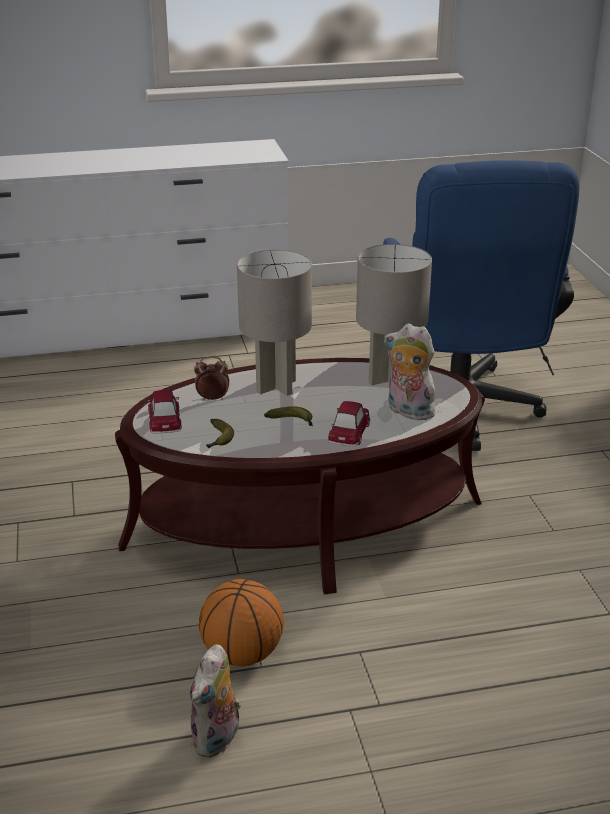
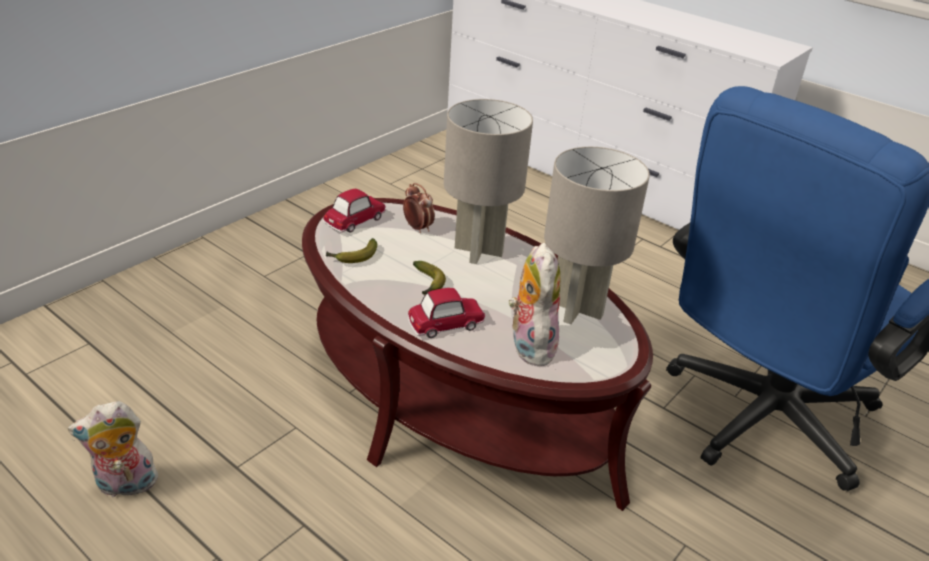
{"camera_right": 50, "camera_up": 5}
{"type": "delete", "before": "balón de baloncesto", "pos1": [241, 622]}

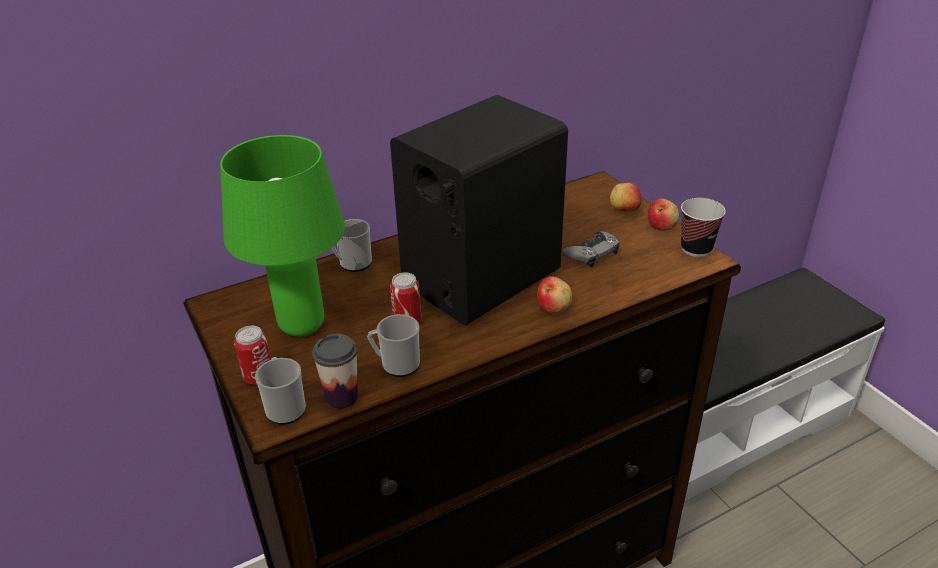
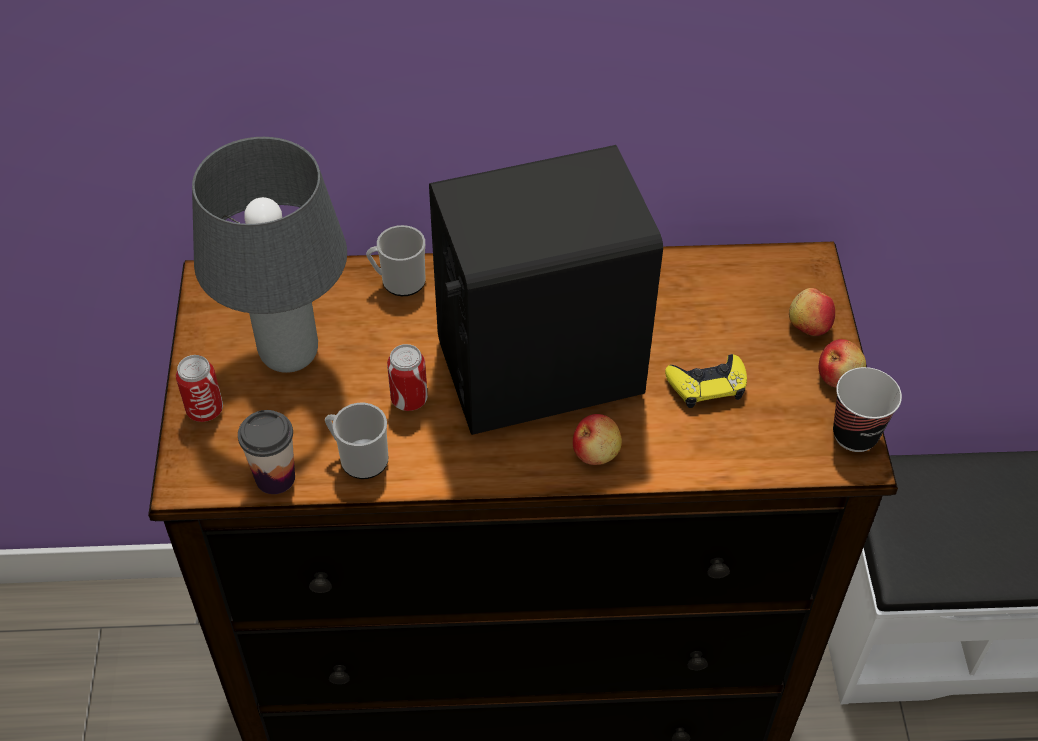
{"camera_right": 25, "camera_up": 15}
{"type": "recolor", "before": "lámpara de mesa (verde)", "after": "lámpara de mesa (gris)", "pos1": [282, 236], "pos2": [269, 255]}
{"type": "recolor", "before": "mando de consola (gris)", "after": "mando de consola (amarillo)", "pos1": [591, 249], "pos2": [706, 381]}
{"type": "delete", "before": "taza grande", "pos1": [280, 391]}

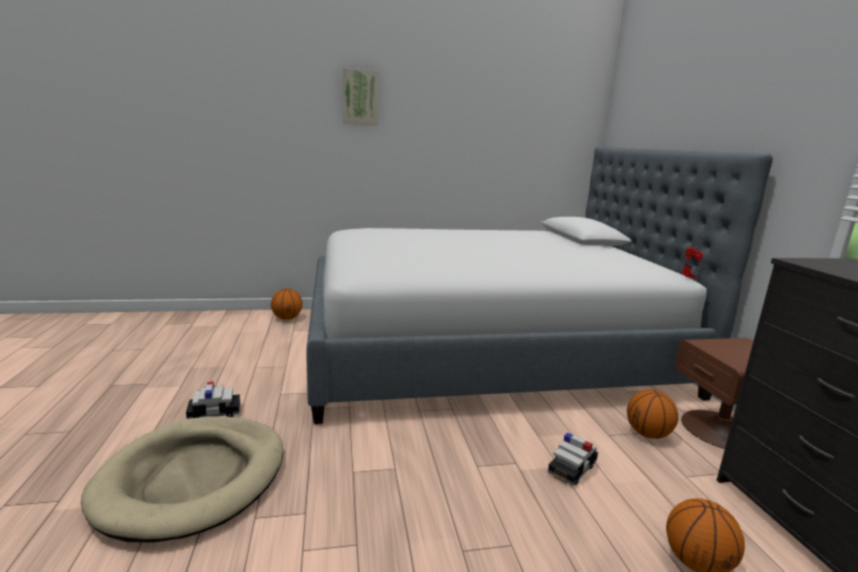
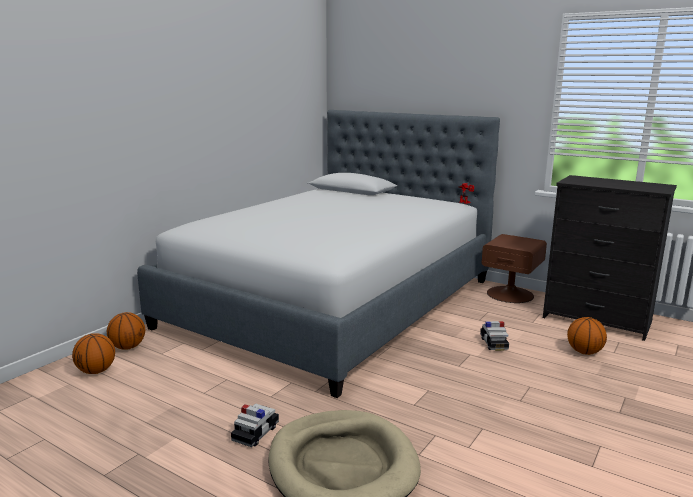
{"camera_right": -45, "camera_up": 0}
{"type": "delete", "before": "cuadro", "pos1": [361, 97]}
{"type": "move", "before": "balón de baloncesto", "pos1": [652, 414], "pos2": [93, 353]}

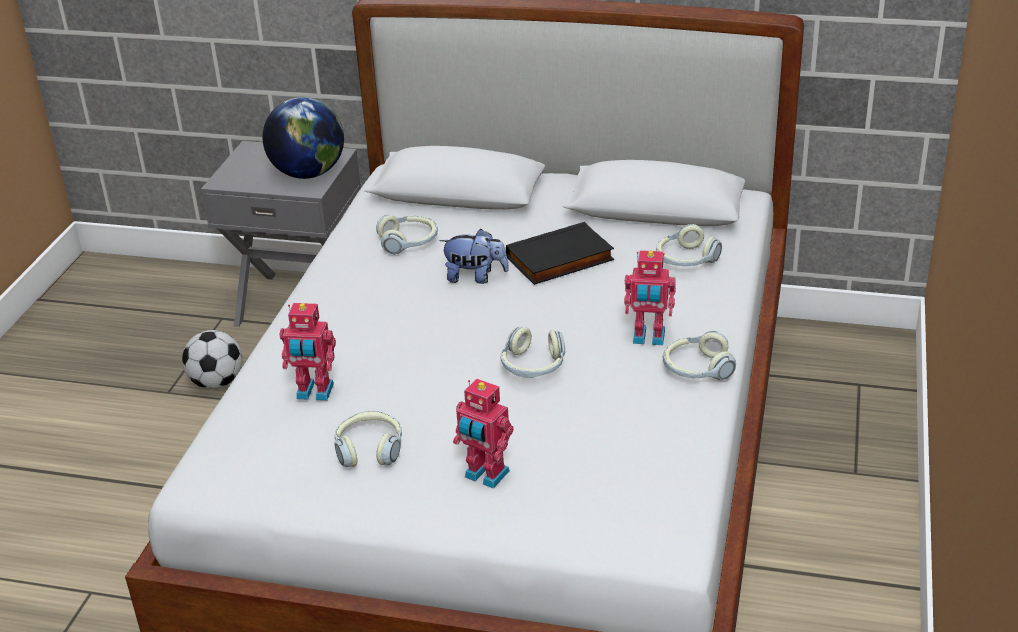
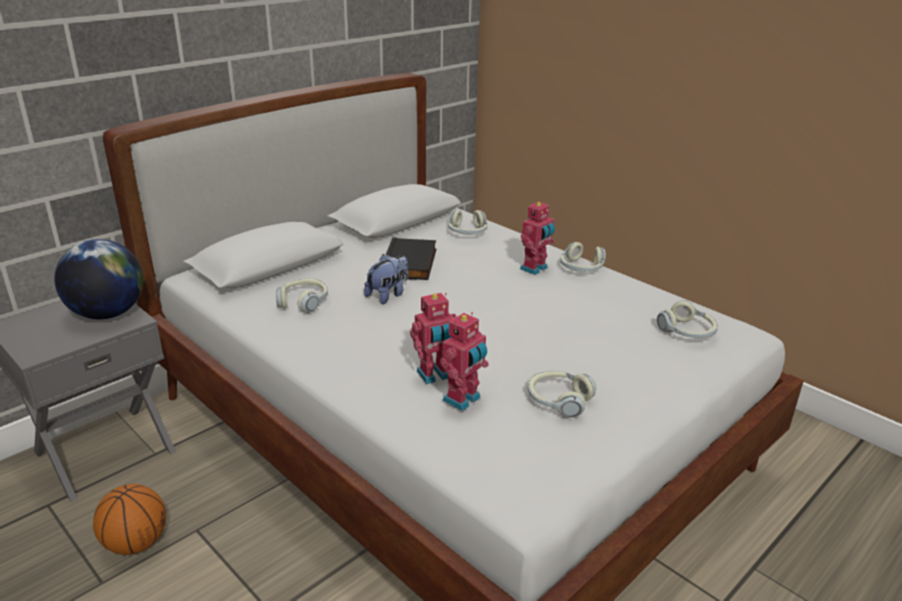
{"camera_right": -60, "camera_up": -5}
{"type": "move", "before": "auriculares", "pos1": [533, 352], "pos2": [687, 319]}
{"type": "replace", "before": "balón de fútbol", "after": "balón de baloncesto", "pos1": [212, 359], "pos2": [129, 519]}
{"type": "move", "before": "robot de juguete", "pos1": [483, 433], "pos2": [433, 338]}

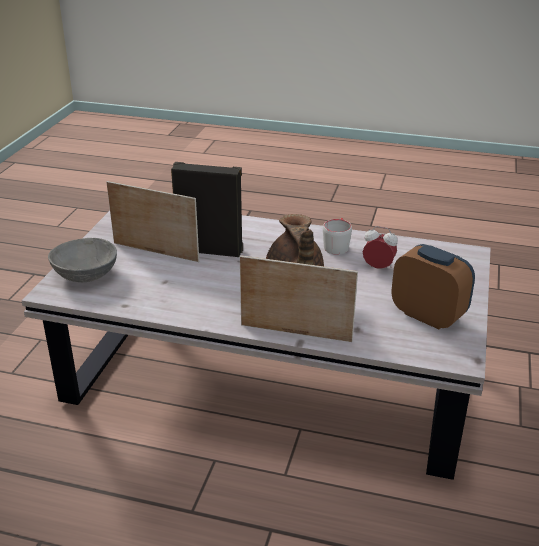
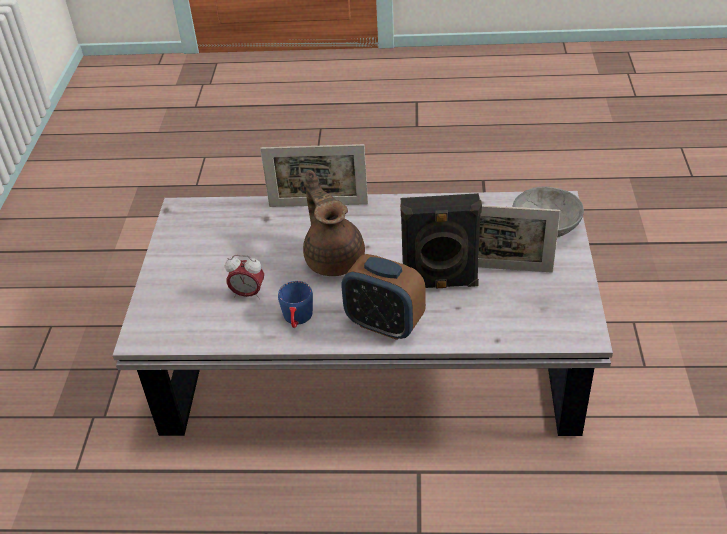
{"camera_right": 170, "camera_up": 10}
{"type": "recolor", "before": "taza grande (gris)", "after": "taza grande (azul)", "pos1": [337, 236], "pos2": [295, 304]}
{"type": "move", "before": "despertador", "pos1": [433, 286], "pos2": [383, 297]}

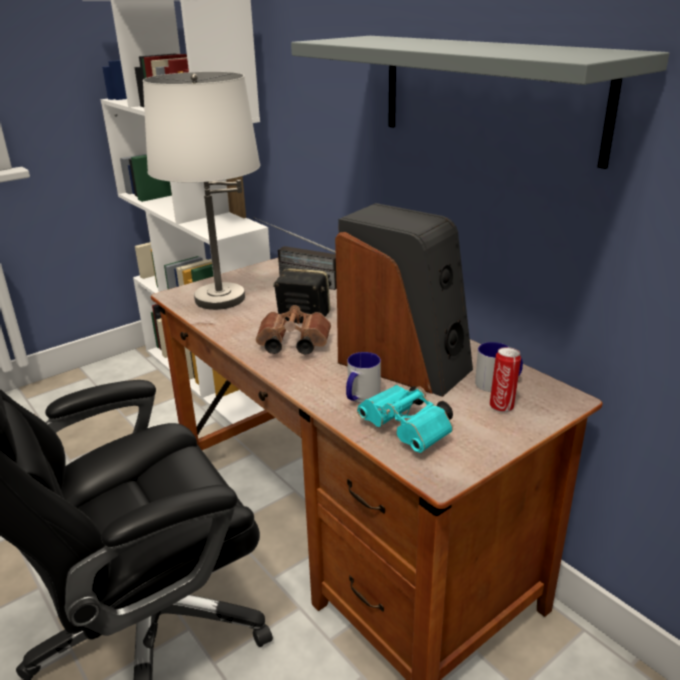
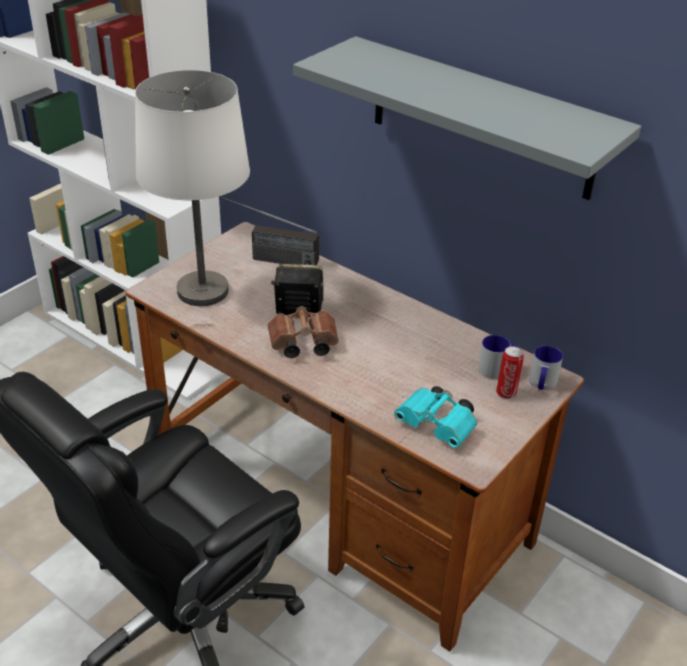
{"camera_right": -15, "camera_up": 10}
{"type": "delete", "before": "altavoz", "pos1": [404, 300]}
{"type": "move", "before": "taza grande", "pos1": [363, 377], "pos2": [546, 367]}

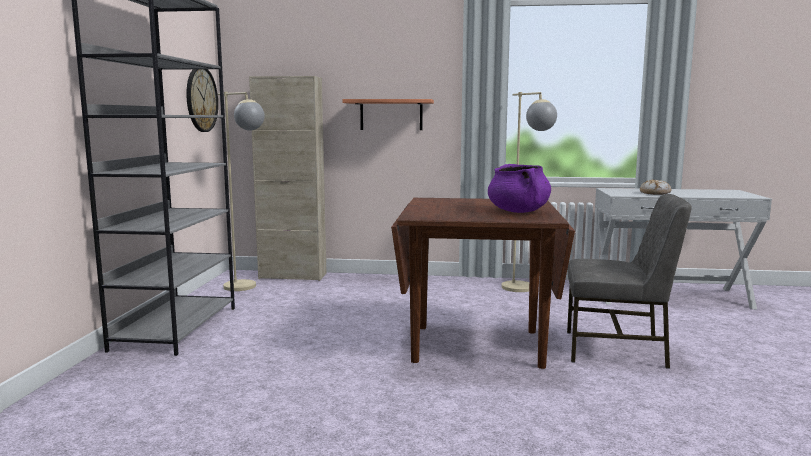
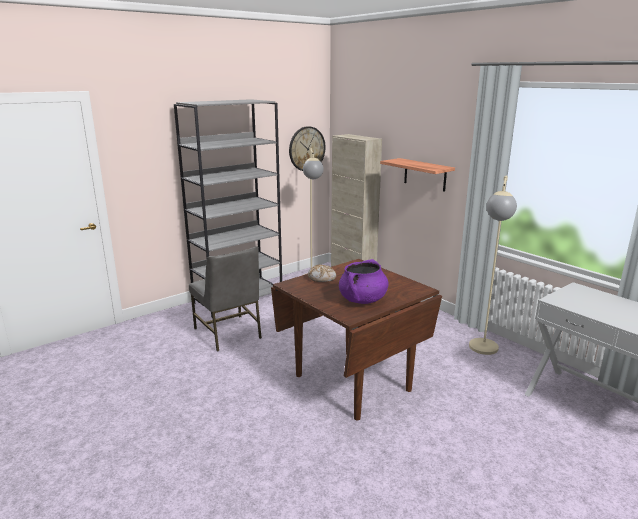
{"camera_right": 45, "camera_up": 10}
{"type": "move", "before": "pan", "pos1": [655, 187], "pos2": [322, 273]}
{"type": "move", "before": "silla (gris)", "pos1": [629, 281], "pos2": [225, 299]}

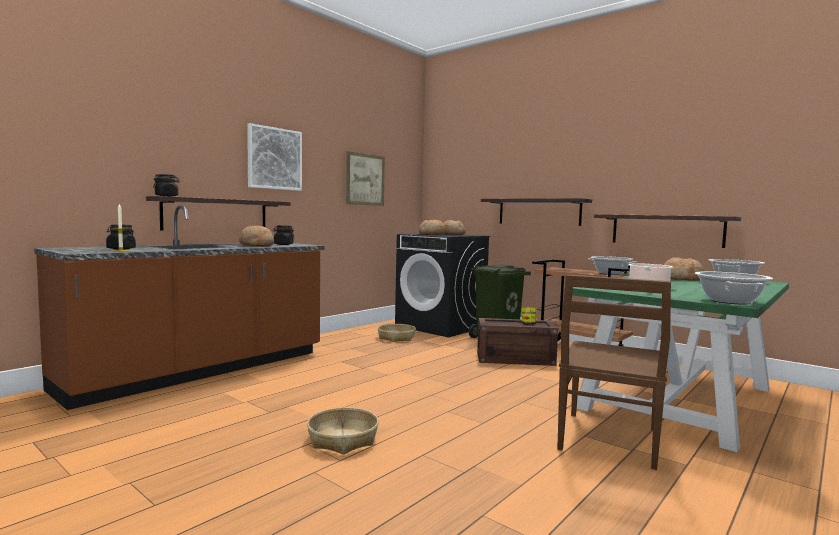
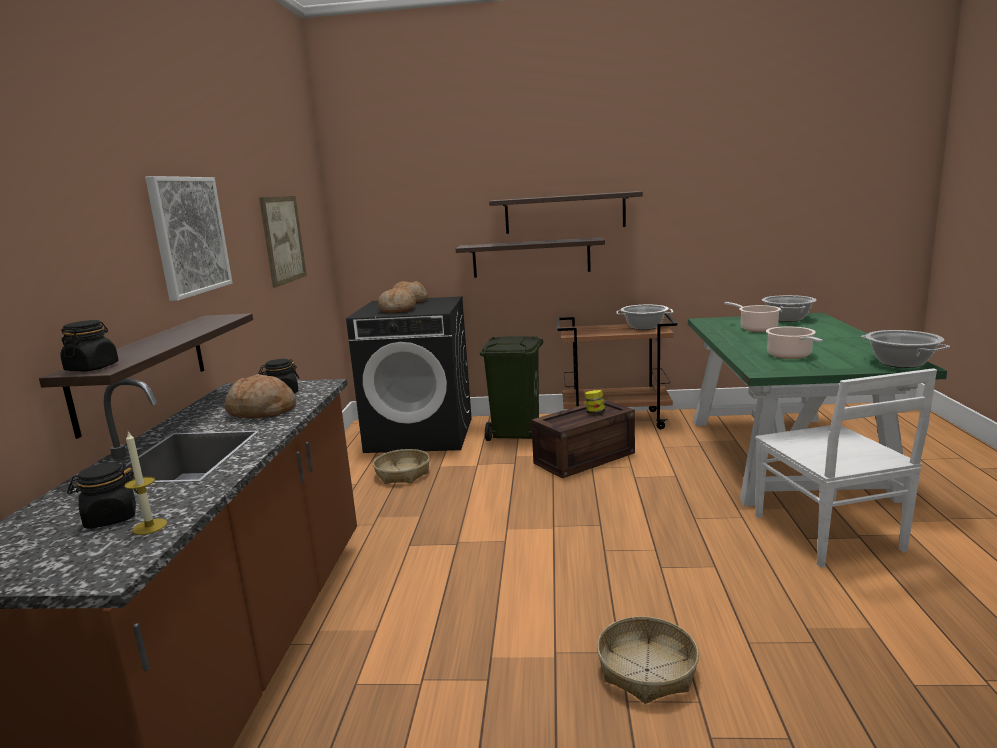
{"camera_right": -35, "camera_up": 10}
{"type": "move", "before": "estante", "pos1": [667, 231], "pos2": [566, 212]}
{"type": "replace", "before": "pan", "after": "olla", "pos1": [684, 269], "pos2": [752, 317]}
{"type": "recolor", "before": "silla (marrón)", "after": "silla (blanco)", "pos1": [614, 372], "pos2": [846, 468]}

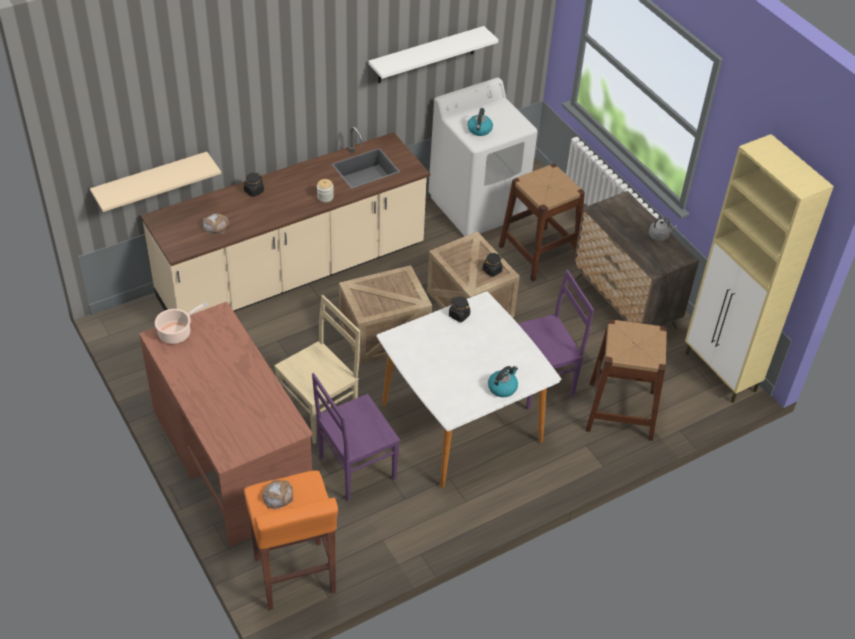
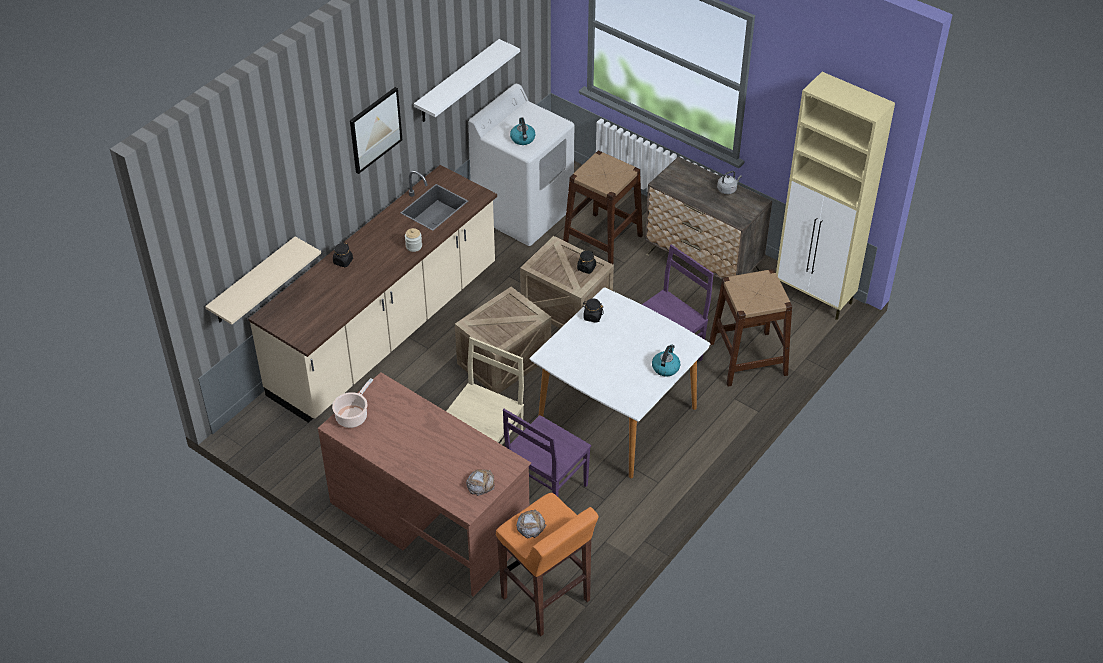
{"camera_right": -20, "camera_up": 0}
{"type": "move", "before": "pan", "pos1": [216, 223], "pos2": [480, 482]}
{"type": "insert", "after": "cuadro", "pos2": [376, 130]}

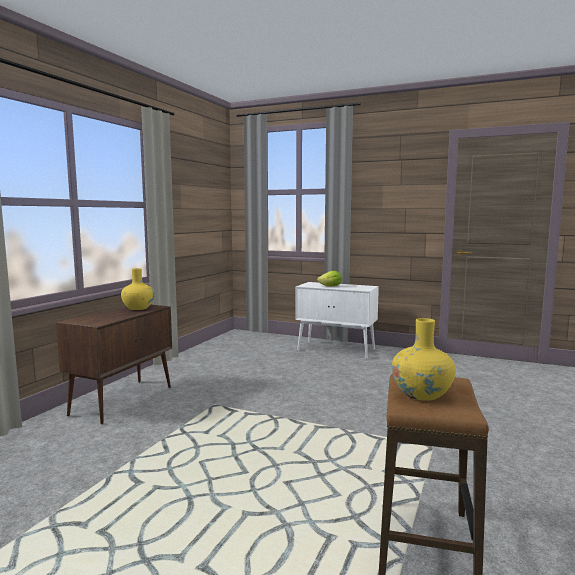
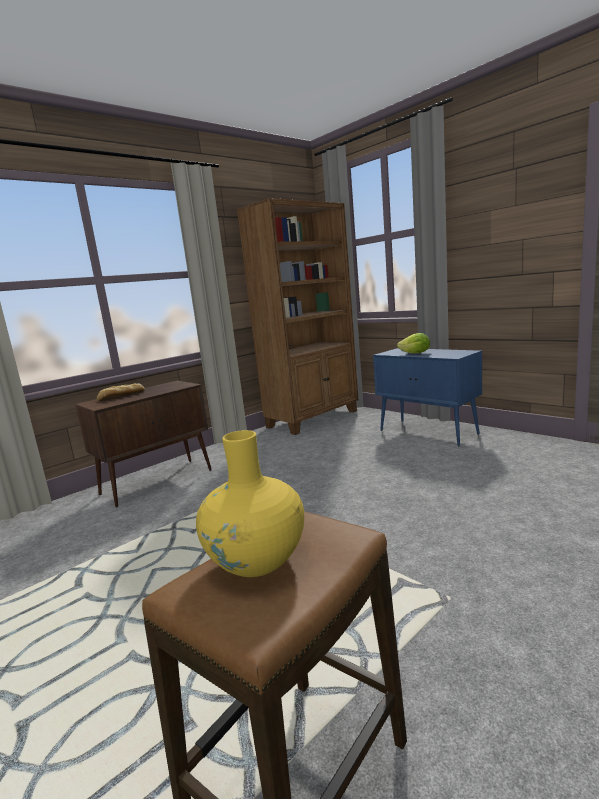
{"camera_right": 25, "camera_up": 5}
{"type": "delete", "before": "florero (amarillo)", "pos1": [138, 289]}
{"type": "recolor", "before": "armario (blanco)", "after": "armario (azul)", "pos1": [337, 320], "pos2": [427, 397]}
{"type": "insert", "after": "estantería (marrón)", "pos2": [298, 316]}
{"type": "insert", "after": "pan", "pos2": [121, 392]}

